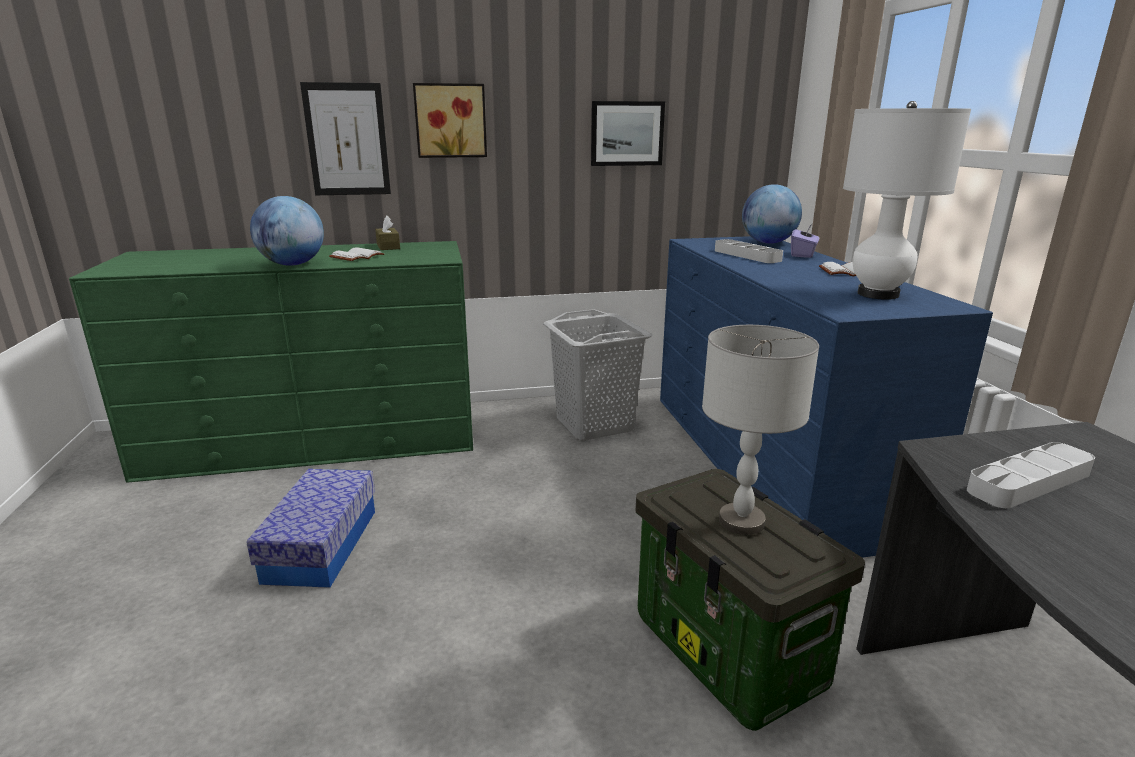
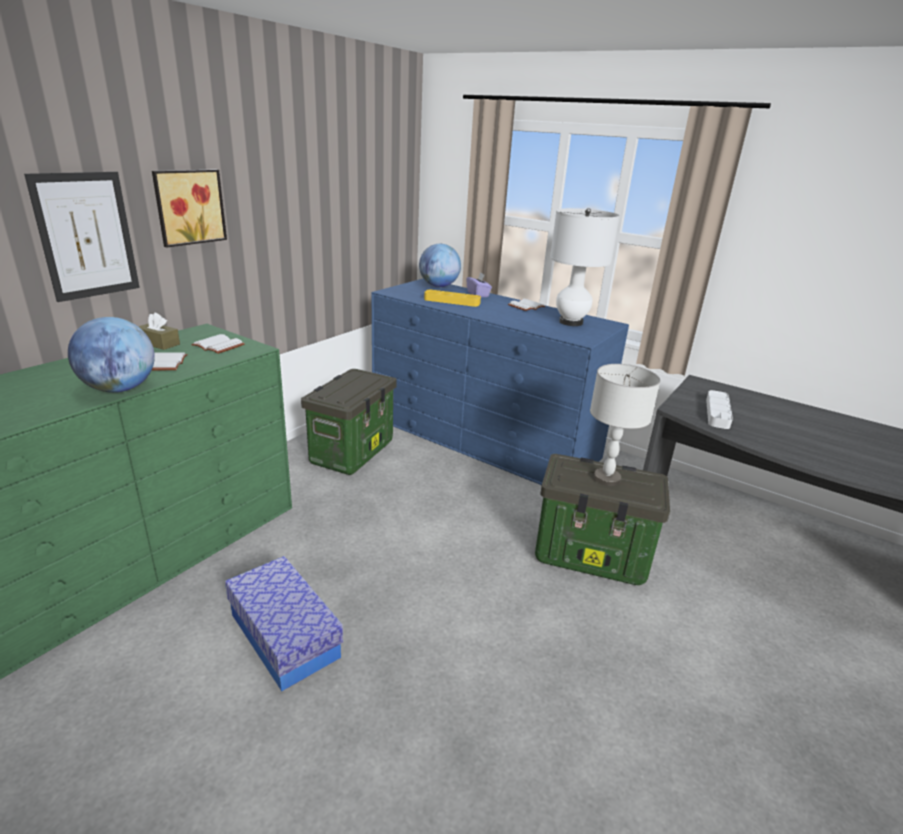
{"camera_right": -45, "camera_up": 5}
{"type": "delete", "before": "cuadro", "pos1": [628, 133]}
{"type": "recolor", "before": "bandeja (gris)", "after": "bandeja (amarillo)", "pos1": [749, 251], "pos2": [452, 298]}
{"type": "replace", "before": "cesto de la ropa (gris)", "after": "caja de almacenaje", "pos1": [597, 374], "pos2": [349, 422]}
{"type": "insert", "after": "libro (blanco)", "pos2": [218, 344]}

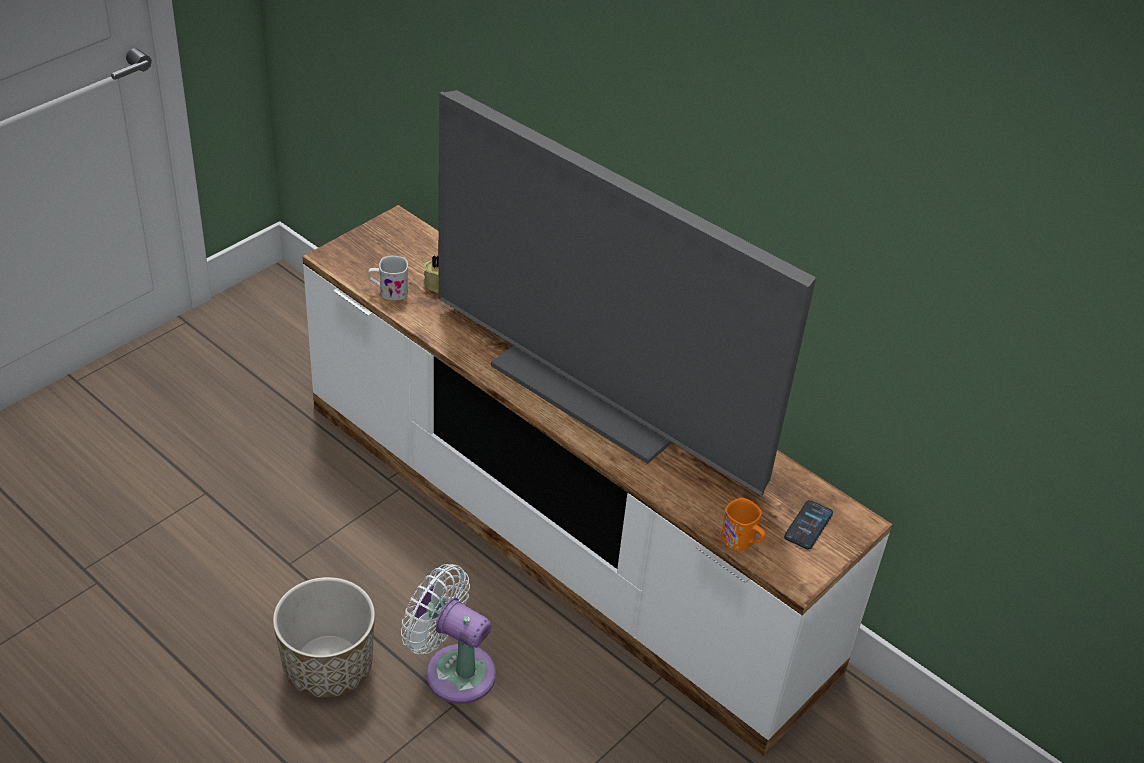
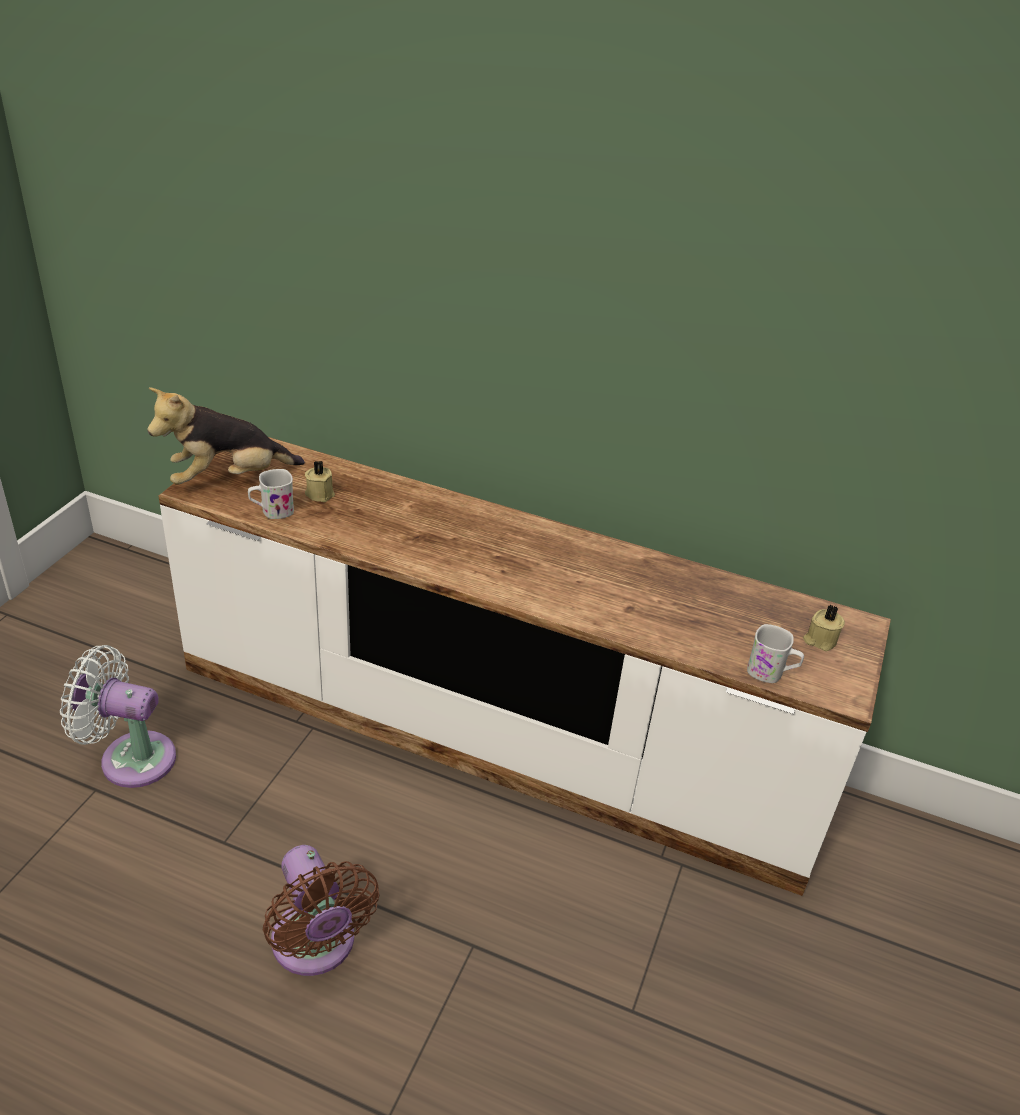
{"camera_right": -20, "camera_up": -5}
{"type": "delete", "before": "televisor", "pos1": [627, 293]}
{"type": "recolor", "before": "taza grande (naranja)", "after": "taza grande (blanco)", "pos1": [743, 524], "pos2": [775, 653]}
{"type": "replace", "before": "móvil", "after": "vela (beis)", "pos1": [808, 524], "pos2": [824, 628]}
{"type": "move", "before": "ventilador (blanco)", "pos1": [448, 634], "pos2": [118, 716]}
{"type": "replace", "before": "maceta", "after": "ventilador (marrón)", "pos1": [324, 637], "pos2": [321, 910]}
{"type": "insert", "after": "peluche", "pos2": [226, 436]}

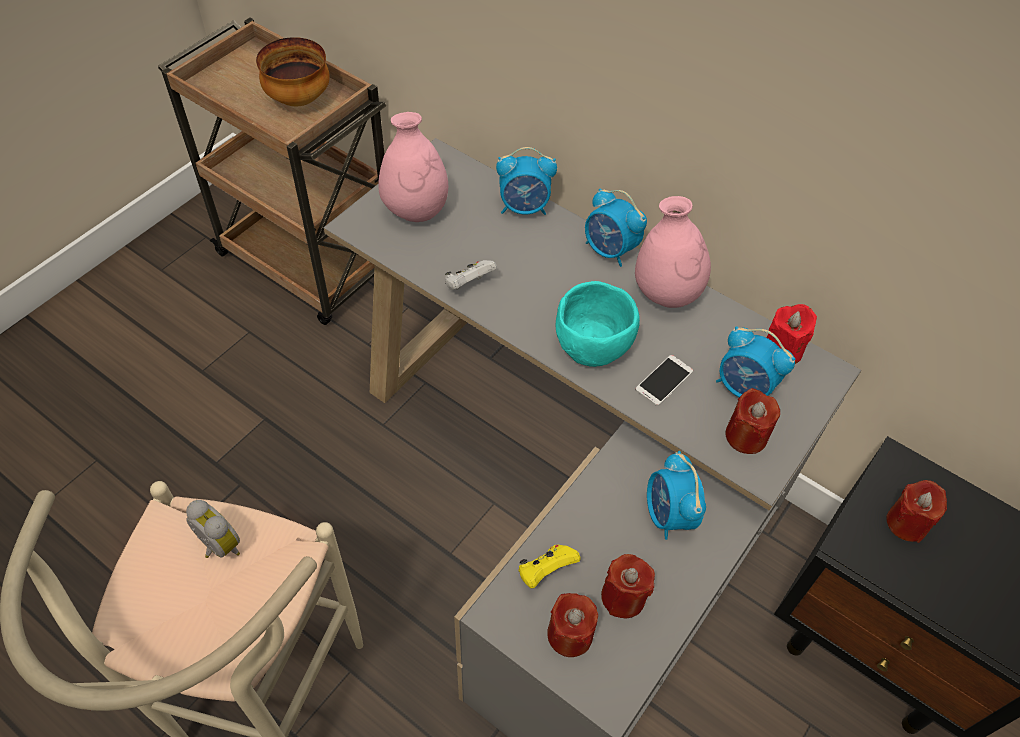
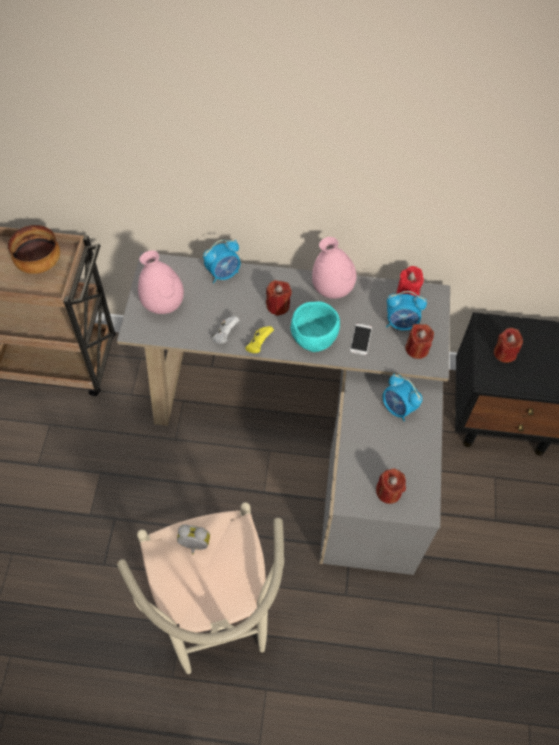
{"camera_right": -30, "camera_up": 5}
{"type": "delete", "before": "despertador", "pos1": [616, 227]}
{"type": "move", "before": "mando de consola (amarillo)", "pos1": [549, 566], "pos2": [259, 339]}
{"type": "move", "before": "vela (rojo)", "pos1": [628, 586], "pos2": [279, 298]}

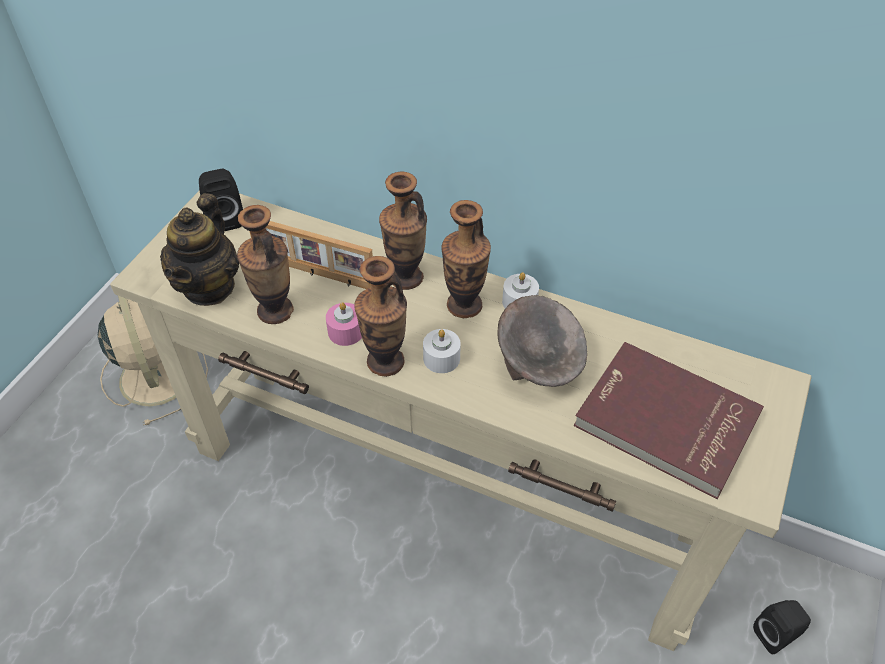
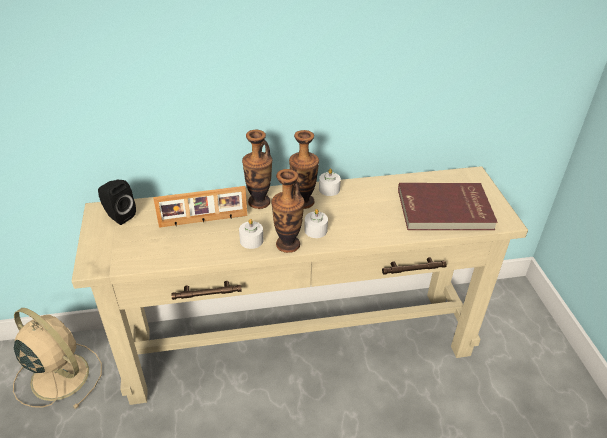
{"camera_right": -35, "camera_up": -10}
{"type": "delete", "before": "tetera", "pos1": [199, 249]}
{"type": "delete", "before": "florero", "pos1": [265, 264]}
{"type": "delete", "before": "cuenco (gris)", "pos1": [542, 341]}
{"type": "recolor", "before": "vela (rosa)", "after": "vela (blanco)", "pos1": [344, 324], "pos2": [251, 234]}
{"type": "delete", "before": "altavoz (negro)", "pos1": [782, 627]}

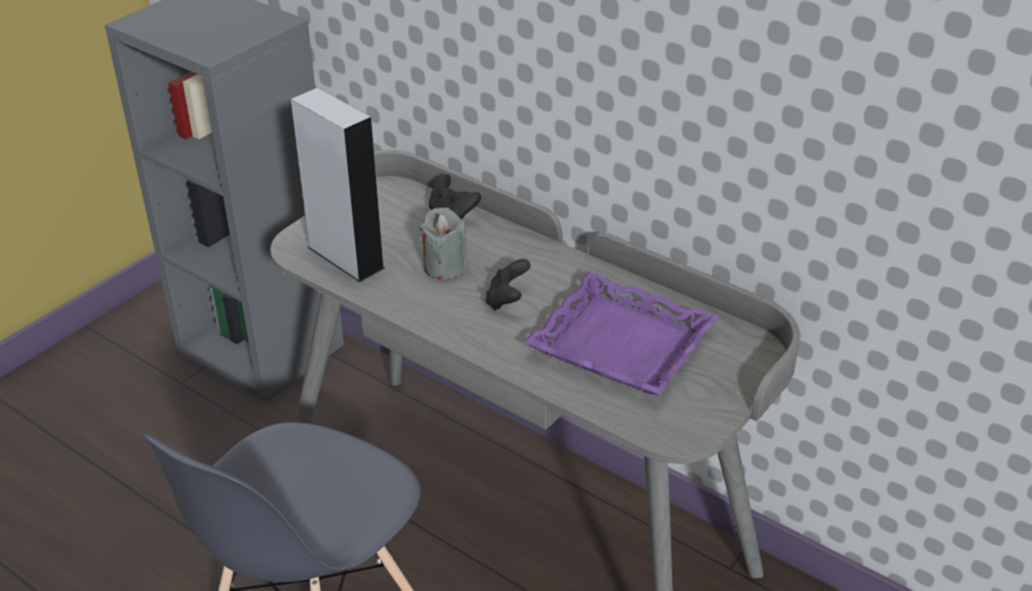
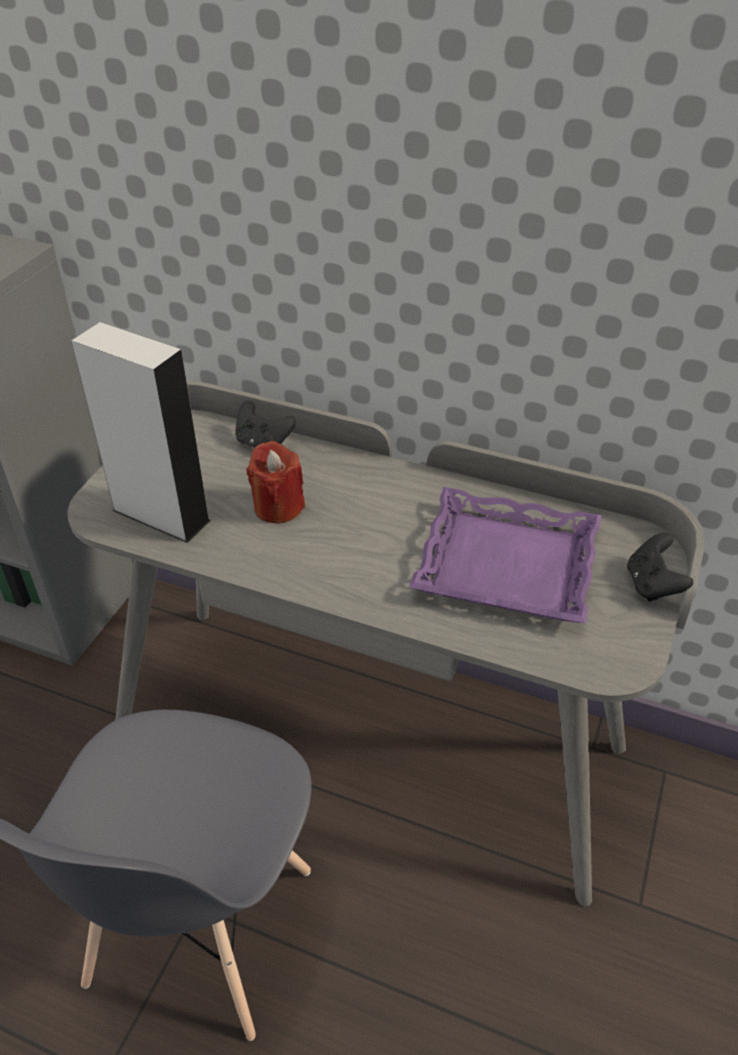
{"camera_right": -15, "camera_up": 5}
{"type": "recolor", "before": "vela (gris)", "after": "vela (rojo)", "pos1": [443, 243], "pos2": [276, 482]}
{"type": "move", "before": "mando de consola (negro)", "pos1": [508, 284], "pos2": [660, 567]}

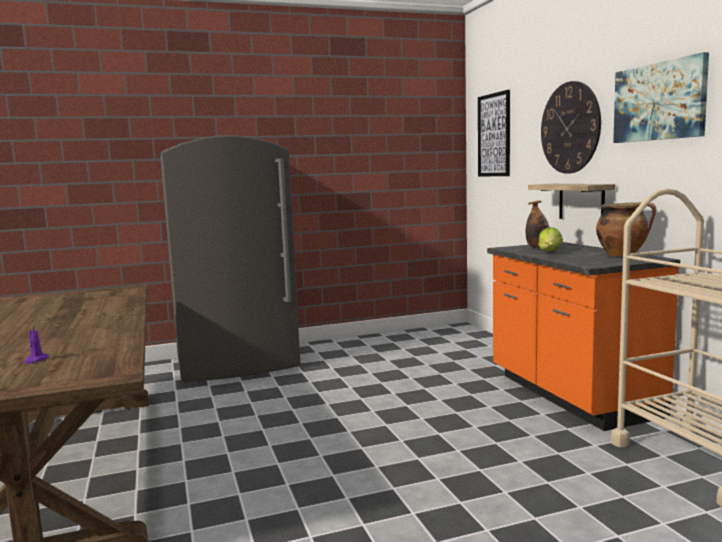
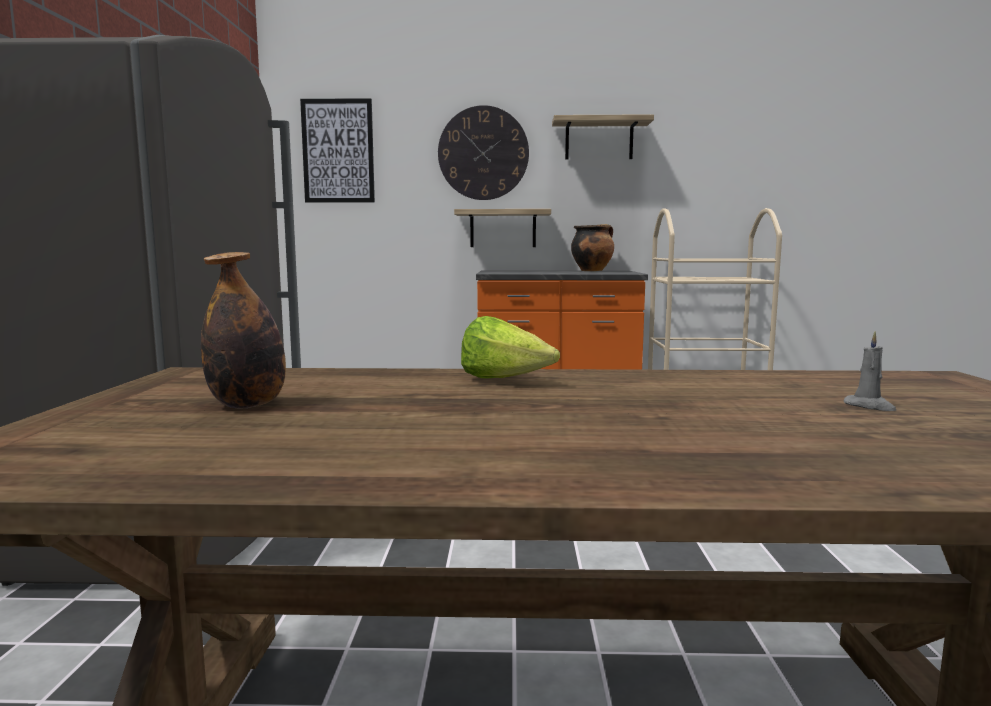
{"camera_right": -70, "camera_up": 0}
{"type": "replace", "before": "cuadro", "after": "estante", "pos1": [661, 97], "pos2": [603, 136]}
{"type": "move", "before": "botella", "pos1": [537, 224], "pos2": [243, 330]}
{"type": "move", "before": "lechuga", "pos1": [550, 239], "pos2": [510, 347]}
{"type": "recolor", "before": "vela (morado)", "after": "vela (gris)", "pos1": [36, 343], "pos2": [870, 371]}

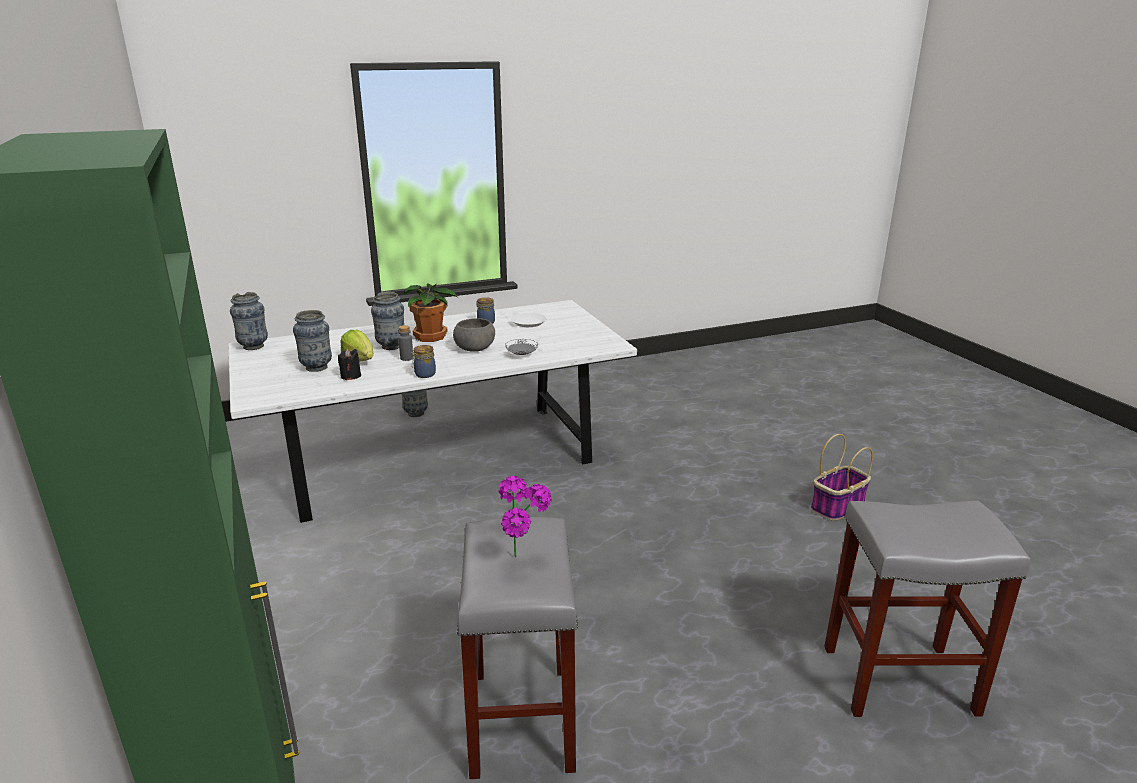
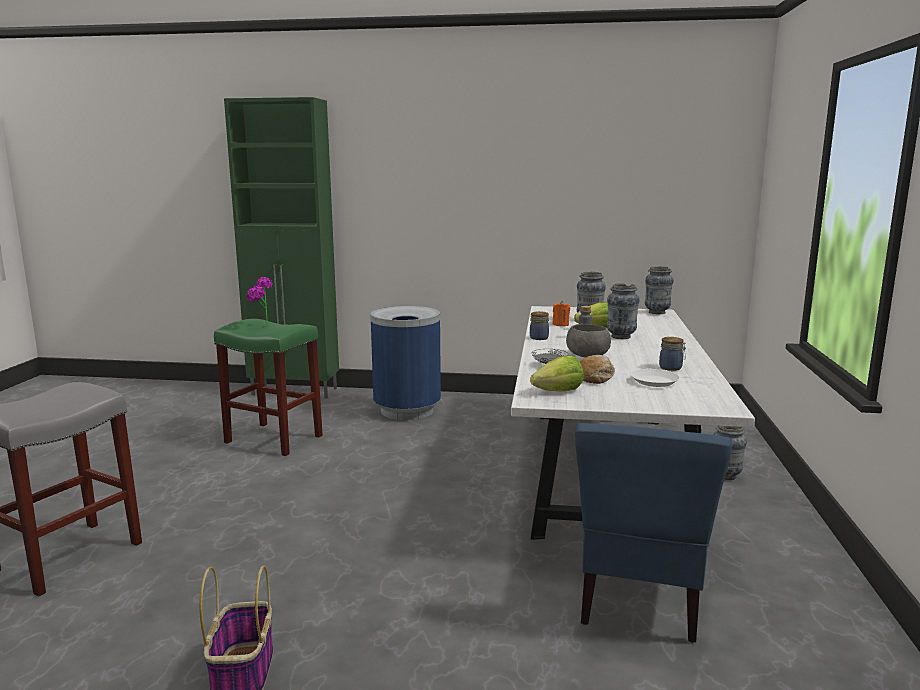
{"camera_right": 120, "camera_up": -10}
{"type": "delete", "before": "planta en maceta", "pos1": [431, 312]}
{"type": "recolor", "before": "vela (negro)", "after": "vela (naranja)", "pos1": [349, 364], "pos2": [561, 313]}
{"type": "recolor", "before": "taburete (gris)", "after": "taburete (verde)", "pos1": [517, 648], "pos2": [268, 387]}
{"type": "insert", "after": "papelera (azul)", "pos2": [405, 363]}
{"type": "insert", "after": "lechuga", "pos2": [557, 373]}
{"type": "insert", "after": "pan", "pos2": [597, 369]}
{"type": "insert", "after": "silla (azul)", "pos2": [654, 533]}

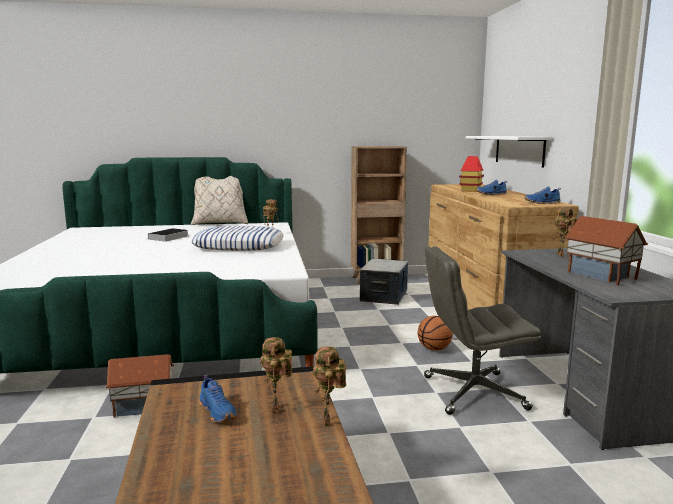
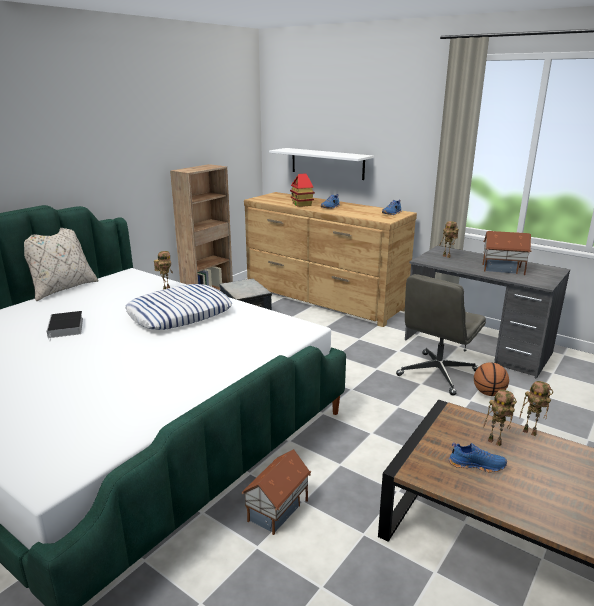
{"camera_right": -45, "camera_up": 10}
{"type": "move", "before": "balón de baloncesto", "pos1": [435, 333], "pos2": [491, 379]}

